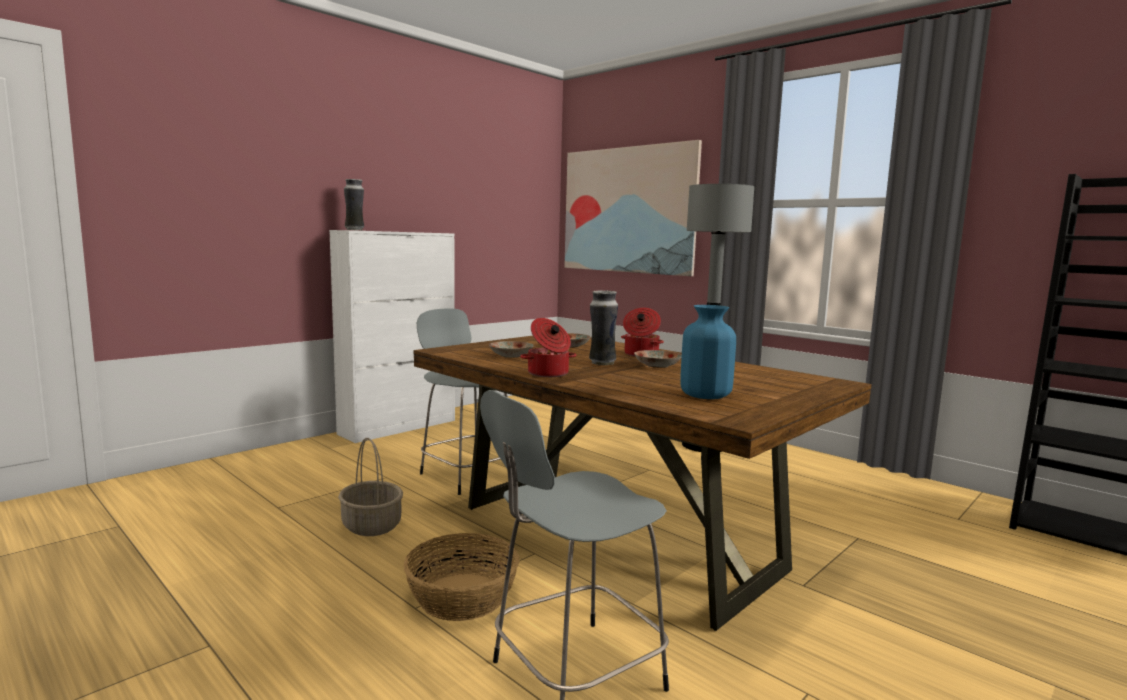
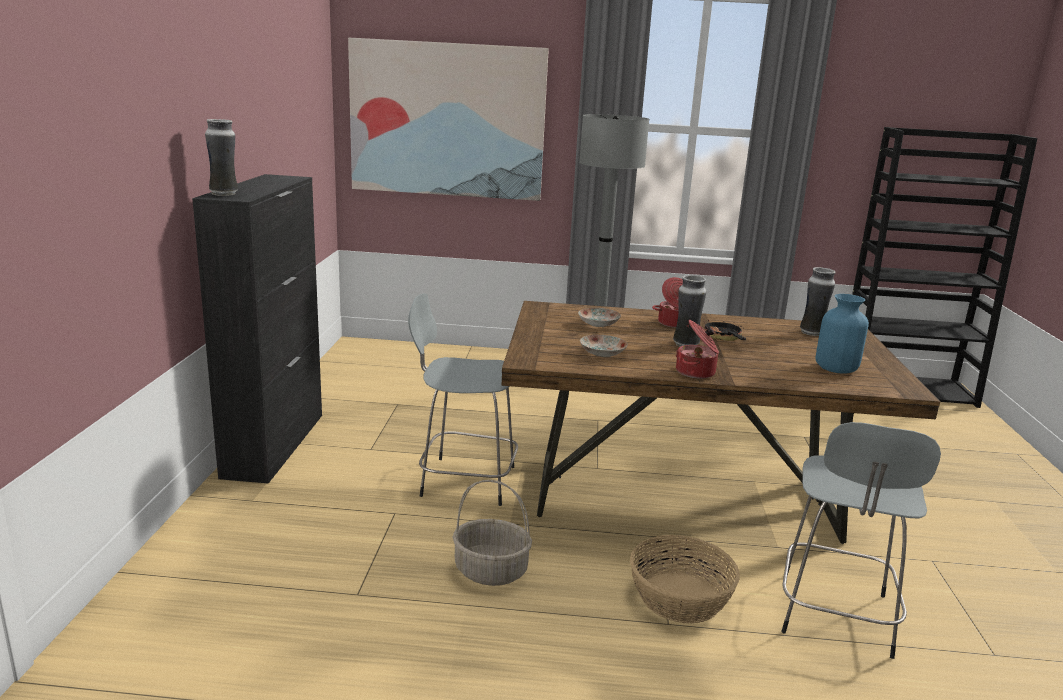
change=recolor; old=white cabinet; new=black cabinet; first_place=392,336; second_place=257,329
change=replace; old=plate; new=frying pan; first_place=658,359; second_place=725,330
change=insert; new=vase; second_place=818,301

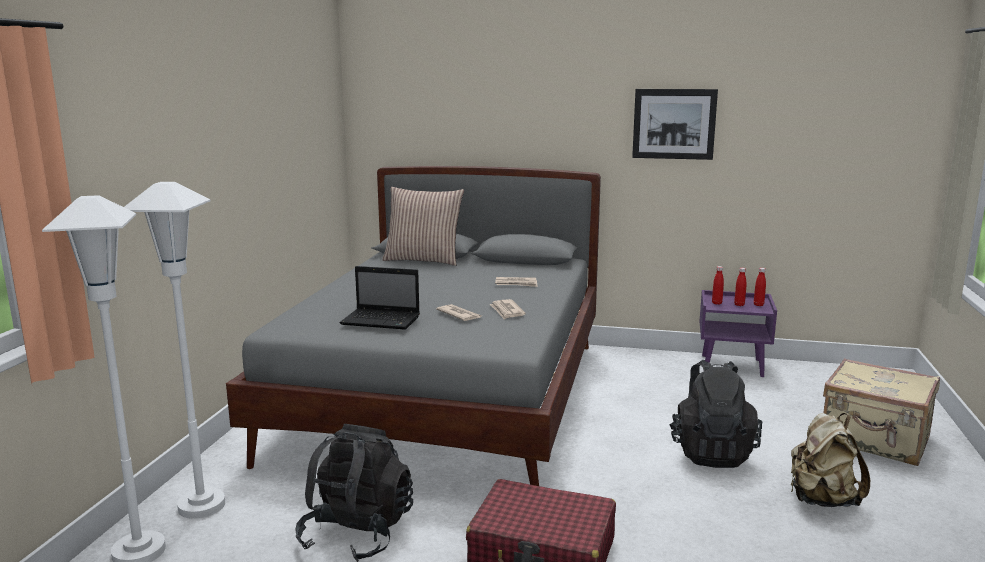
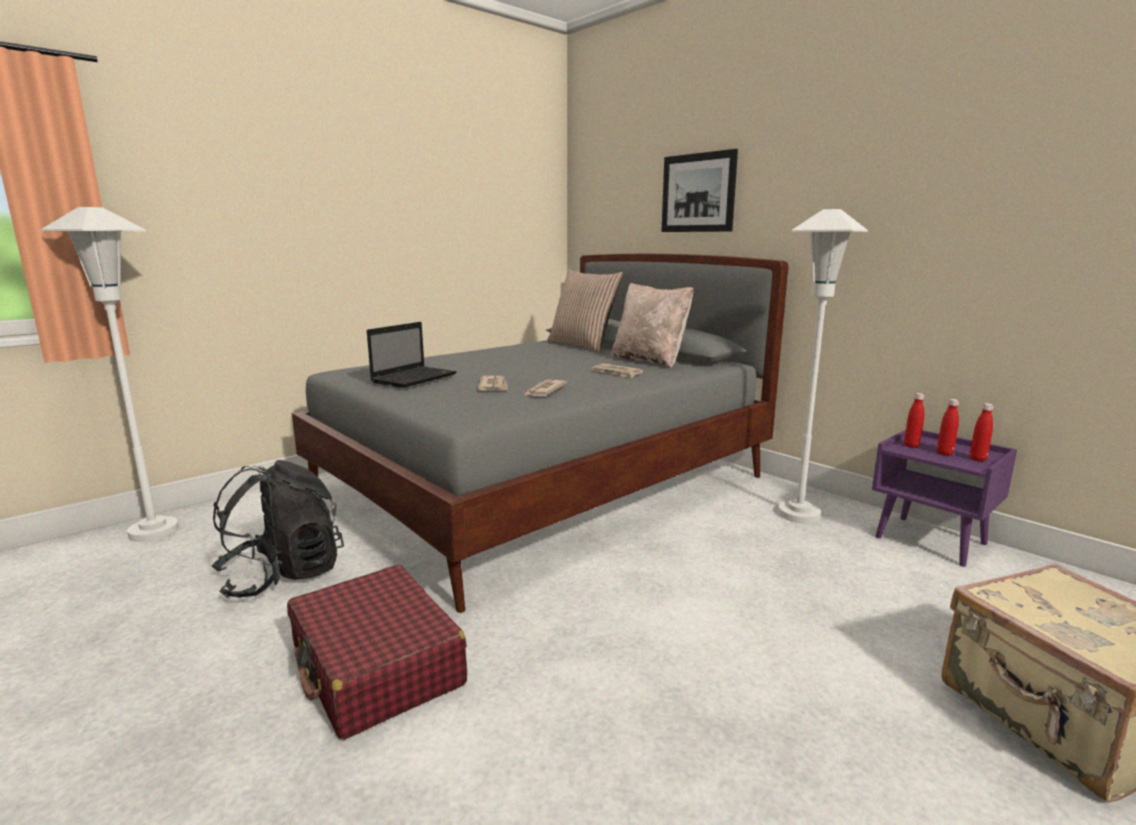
change=move; old=picture; first_place=675,124; second_place=699,190
change=move; old=white floor lamp; first_place=174,350; second_place=823,366
change=rotate; old=laptop; first_place=380,298; second_place=412,355; degrees=-105
change=delete; old=black backpack; first_place=715,414
change=delete; old=beige backpack; first_place=830,460
change=insert; new=beige pillow; second_place=652,325

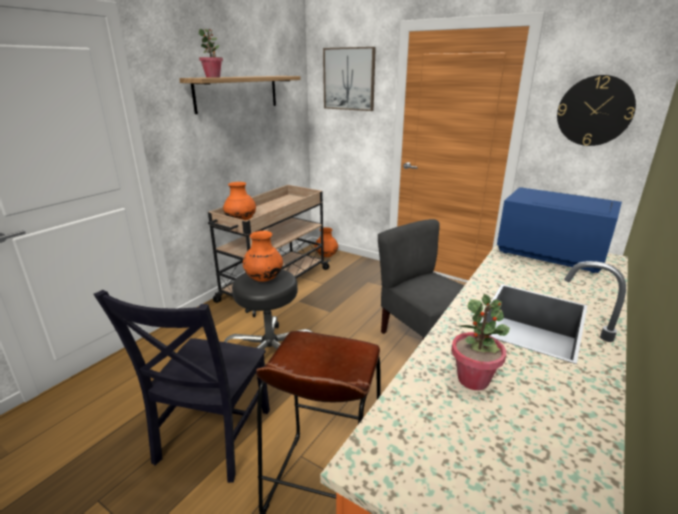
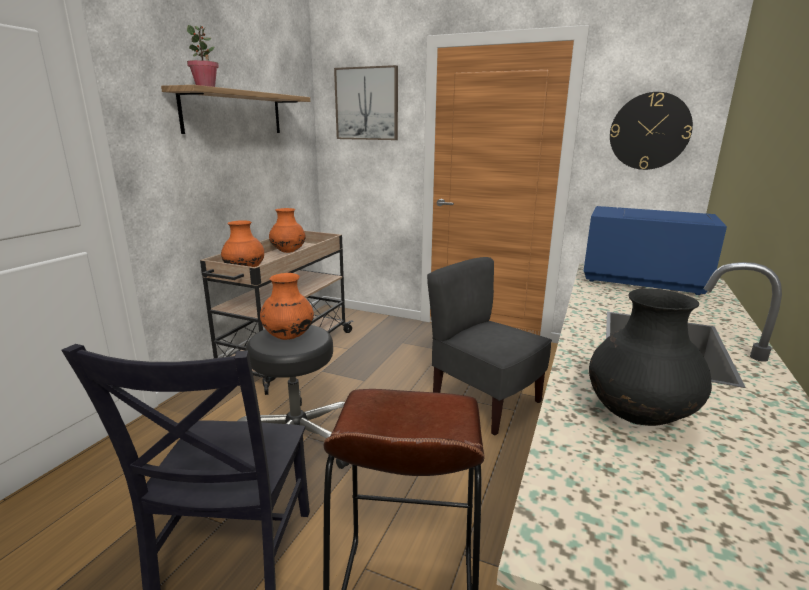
change=move; old=orange vase; first_place=326,242; second_place=287,230
change=replace; old=potted plant; new=black vase; first_place=480,342; second_place=650,357

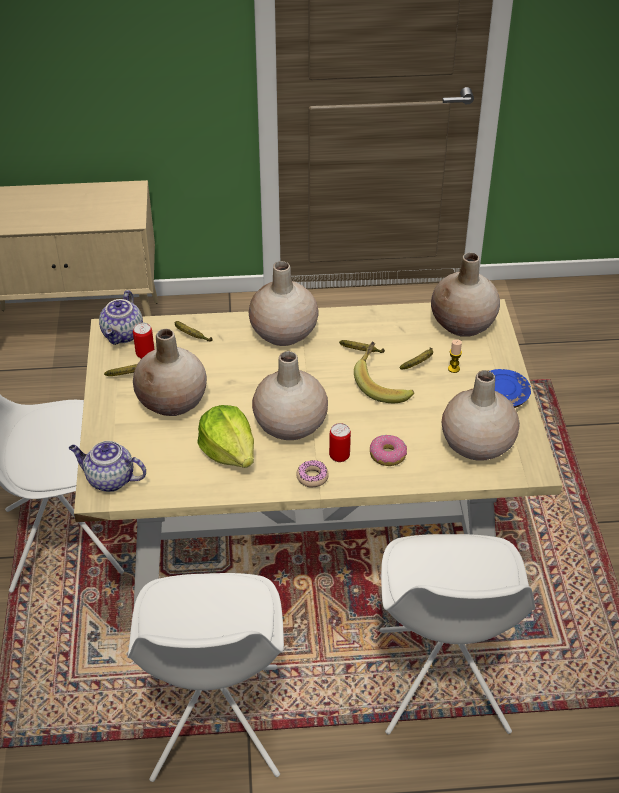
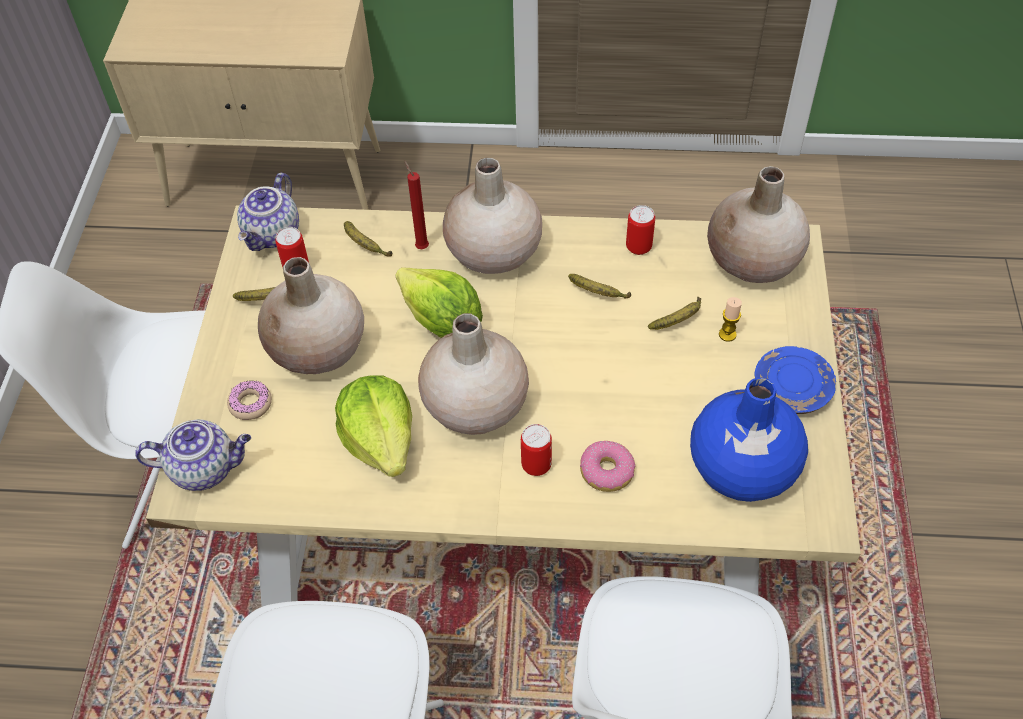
change=delete; old=banana; first_place=384,372
change=recolor; old=beige vase; new=blue vase; first_place=481,415; second_place=749,439
change=rotate; old=teapot; first_place=107,466; second_place=193,455; degrees=150
change=move; old=donut; first_place=312,474; second_place=249,400
change=insert; new=red candle; second_place=416,205
change=insert; new=can; second_place=640,230
change=insert; new=lettuce; second_place=439,302

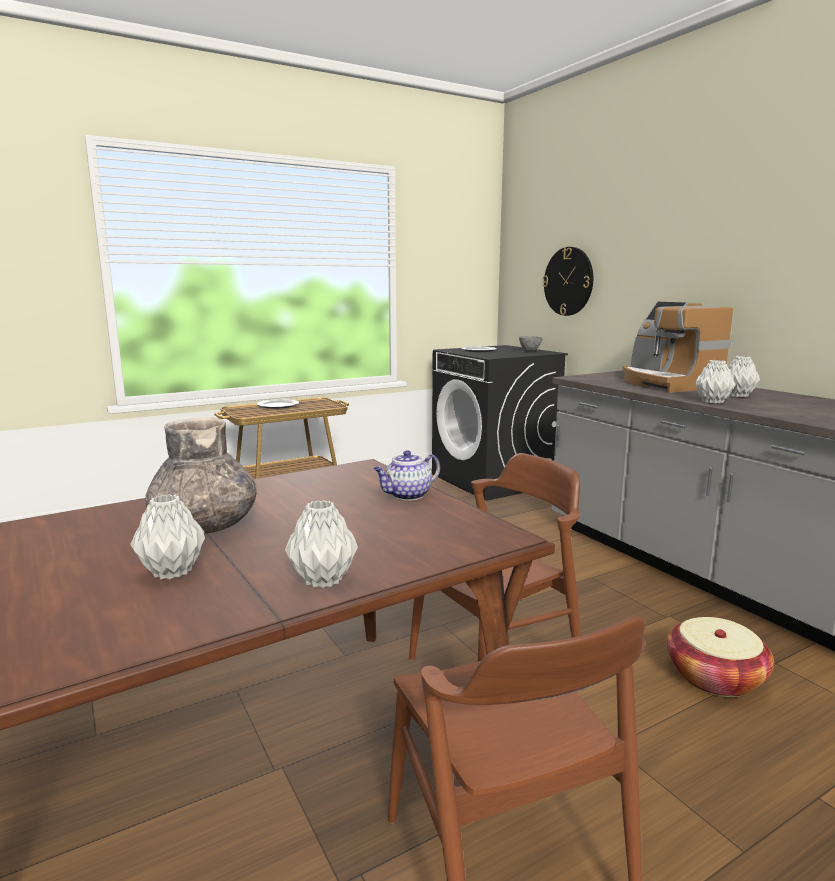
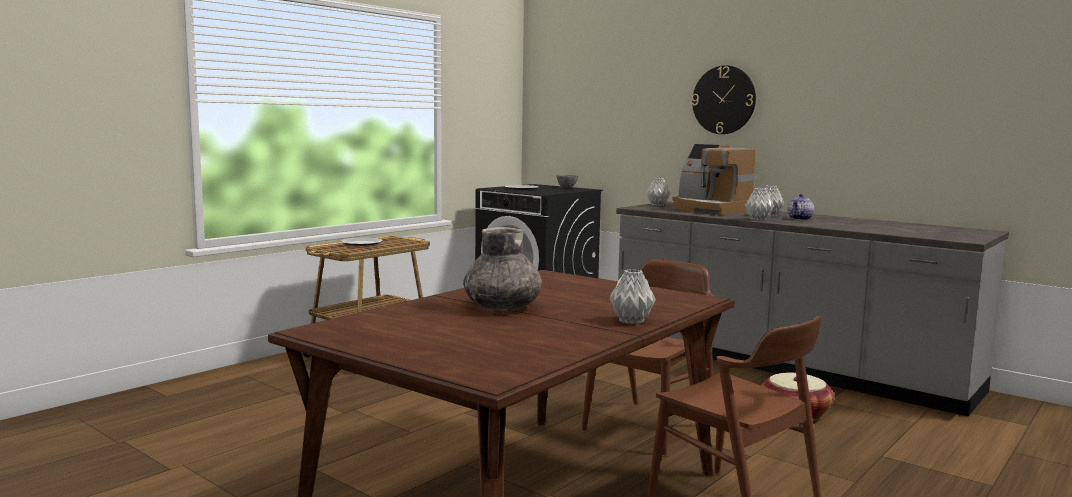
change=move; old=wall clock; first_place=567,281; second_place=724,99
change=move; old=teapot; first_place=406,475; second_place=800,207
change=move; old=grey vase; first_place=167,536; second_place=658,192

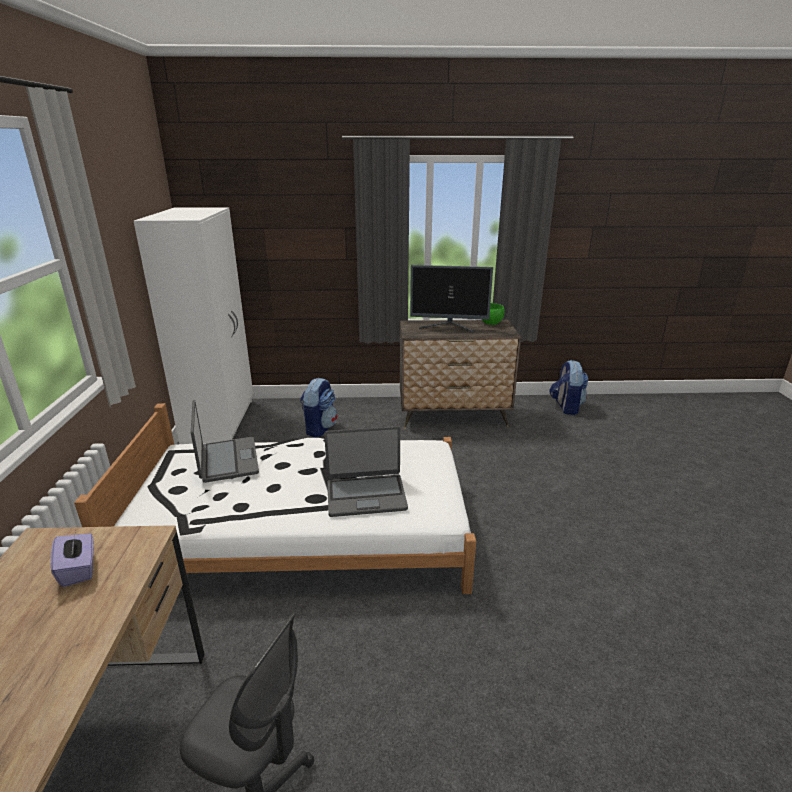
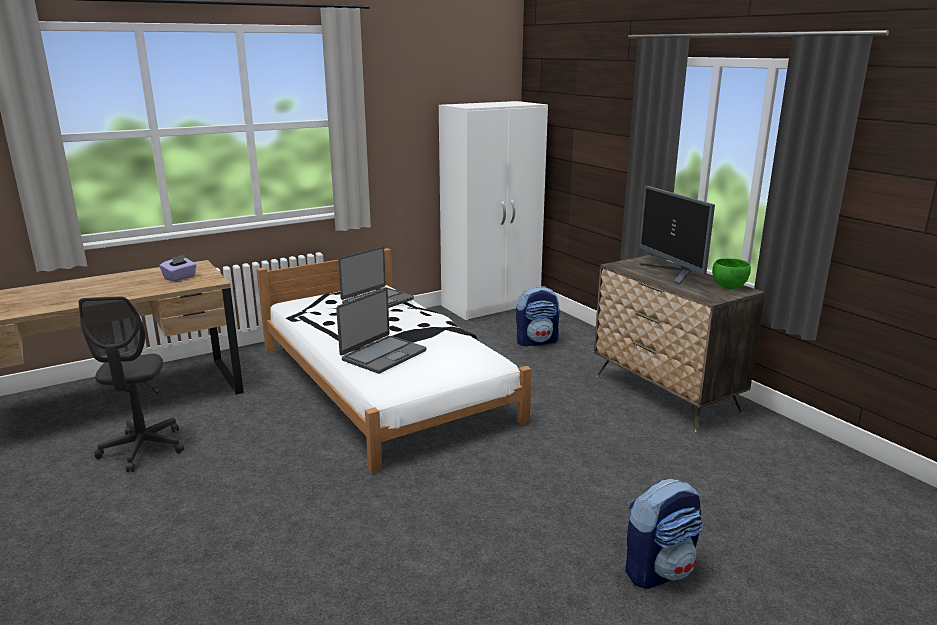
change=move; old=backpack; first_place=568,387; second_place=664,534
change=rotate; old=laptop; first_place=366,471; second_place=381,331; degrees=-105

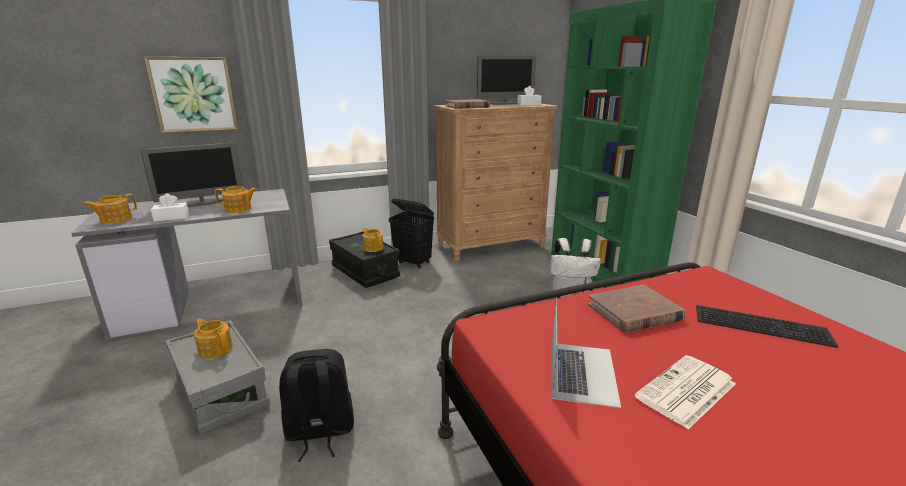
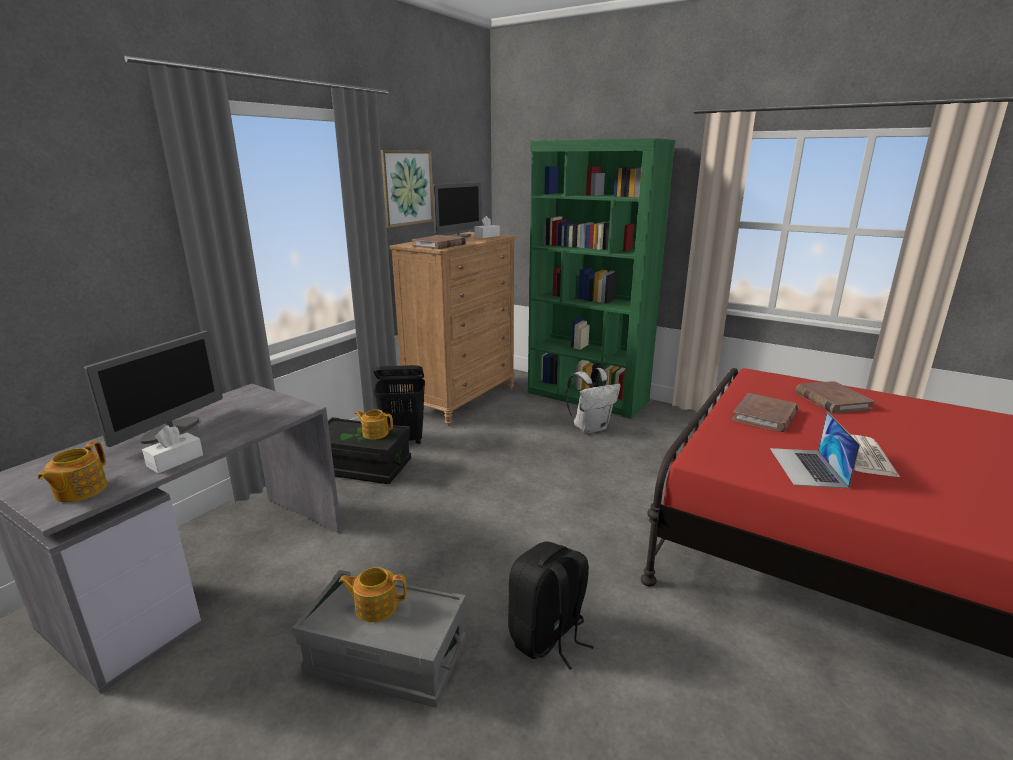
change=move; old=picture; first_place=191,95; second_place=407,189
change=delete; old=teapot; first_place=236,199
change=rotate; old=laptop; first_place=586,352; second_place=815,450; degrees=-150
change=replace; old=keyboard; new=brown book; first_place=767,326; second_place=835,397

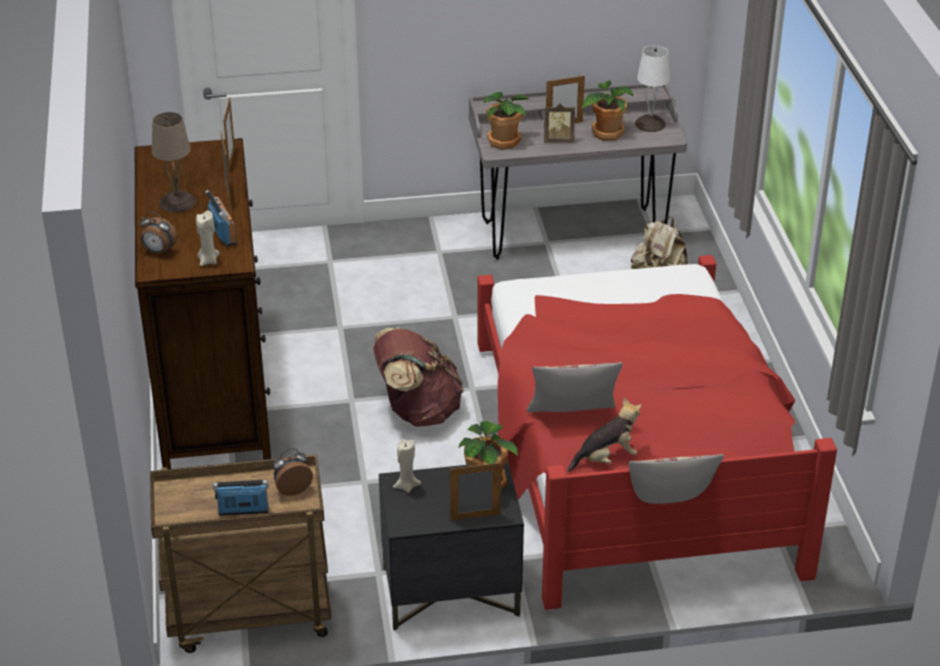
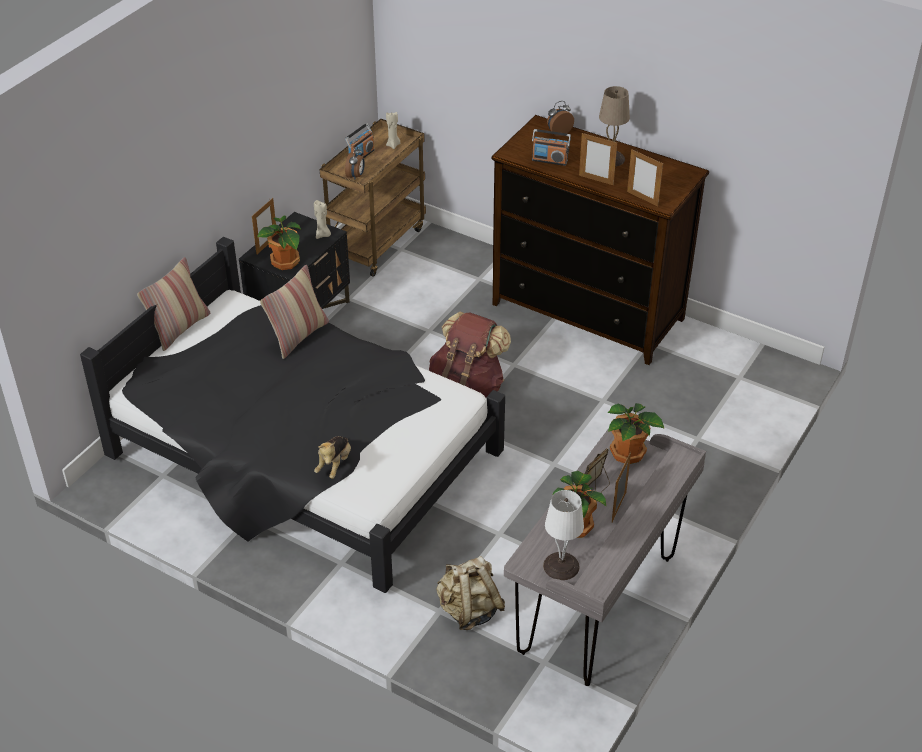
change=move; old=beige candle; first_place=208,238; second_place=393,130
change=recolor; old=red bed; new=black bed; first_place=657,432; second_place=292,415
change=move; old=plush toy; first_place=604,435; second_place=332,457

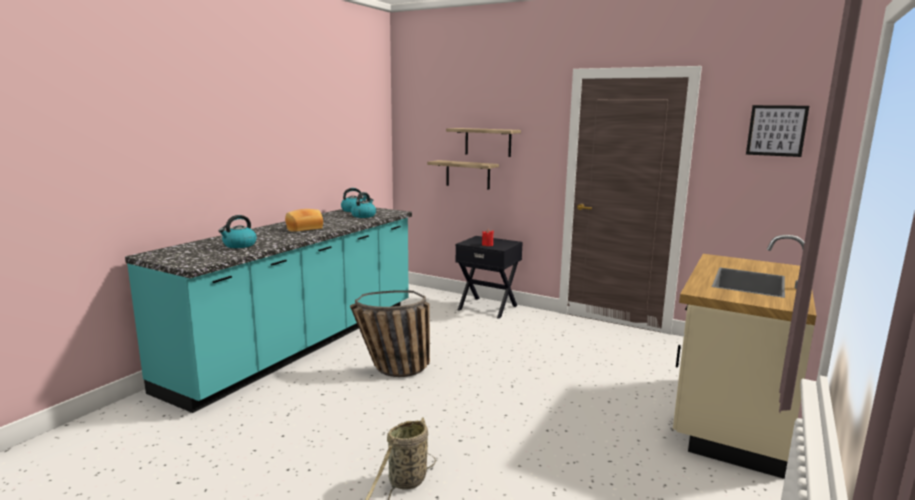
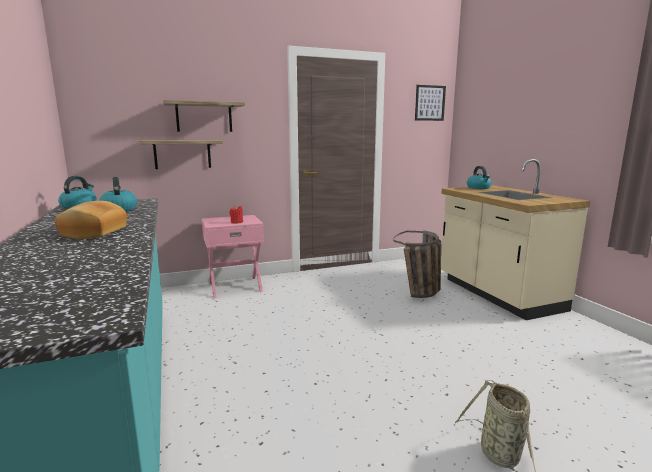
change=move; old=kettle; first_place=238,231; second_place=479,177
change=recolor; old=black nightstand; new=pink nightstand; first_place=489,277; second_place=233,256
change=move; old=basket; first_place=390,333; second_place=417,264

